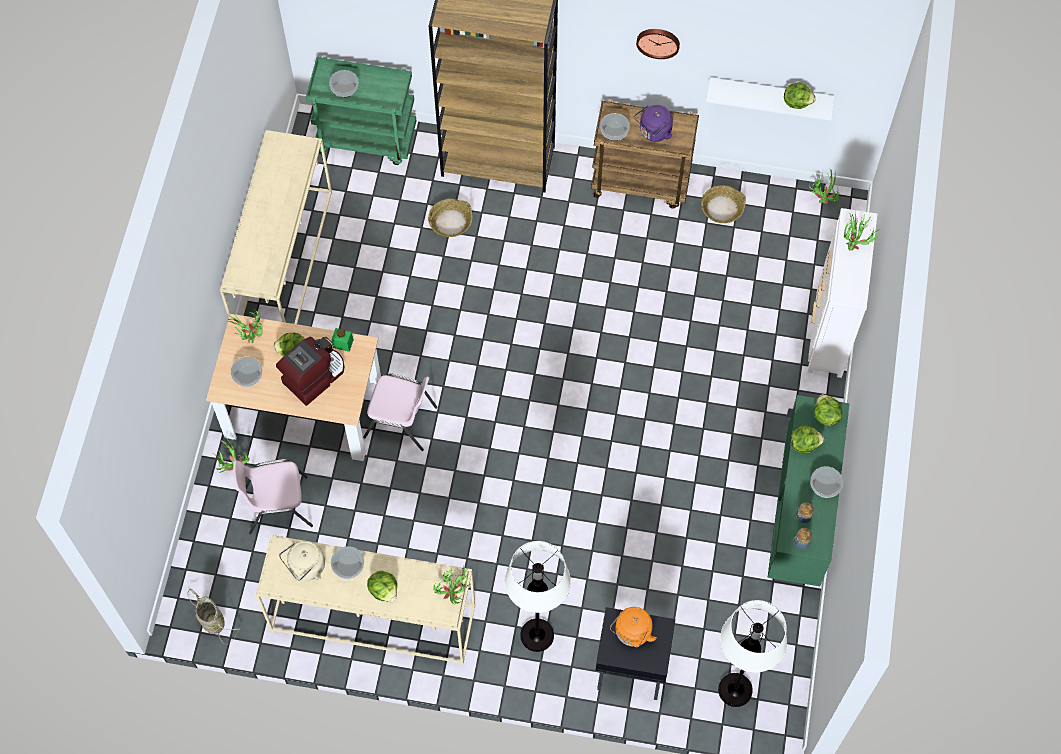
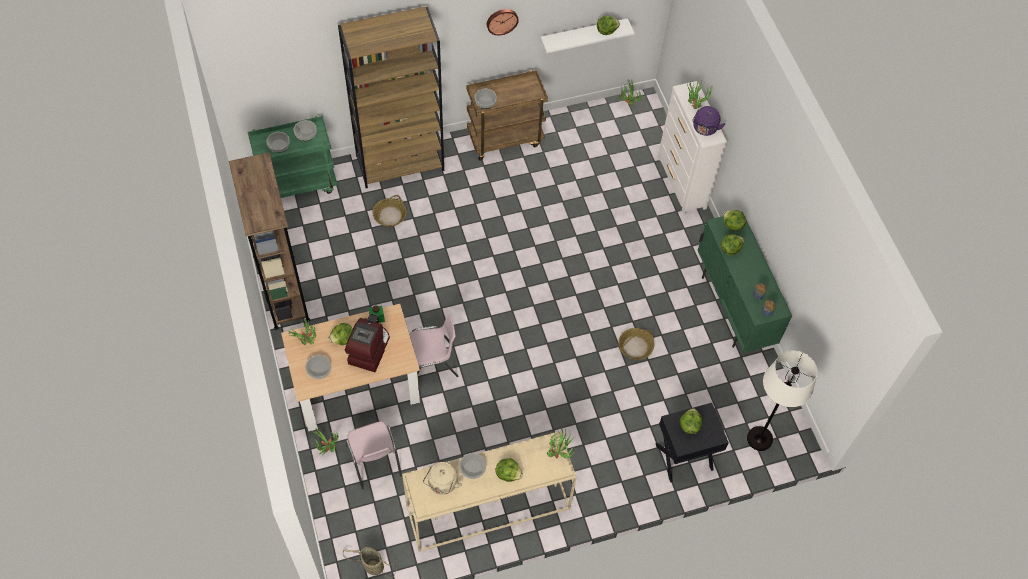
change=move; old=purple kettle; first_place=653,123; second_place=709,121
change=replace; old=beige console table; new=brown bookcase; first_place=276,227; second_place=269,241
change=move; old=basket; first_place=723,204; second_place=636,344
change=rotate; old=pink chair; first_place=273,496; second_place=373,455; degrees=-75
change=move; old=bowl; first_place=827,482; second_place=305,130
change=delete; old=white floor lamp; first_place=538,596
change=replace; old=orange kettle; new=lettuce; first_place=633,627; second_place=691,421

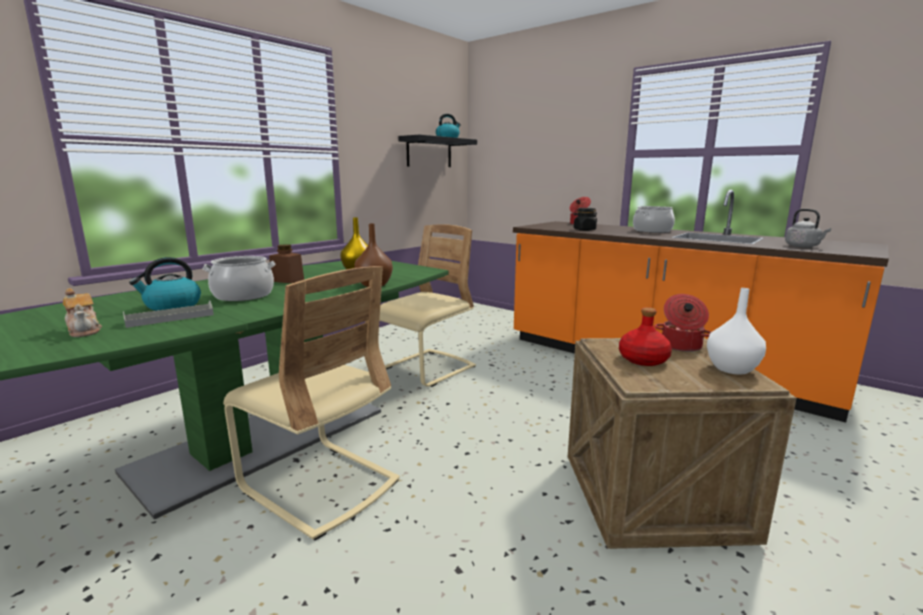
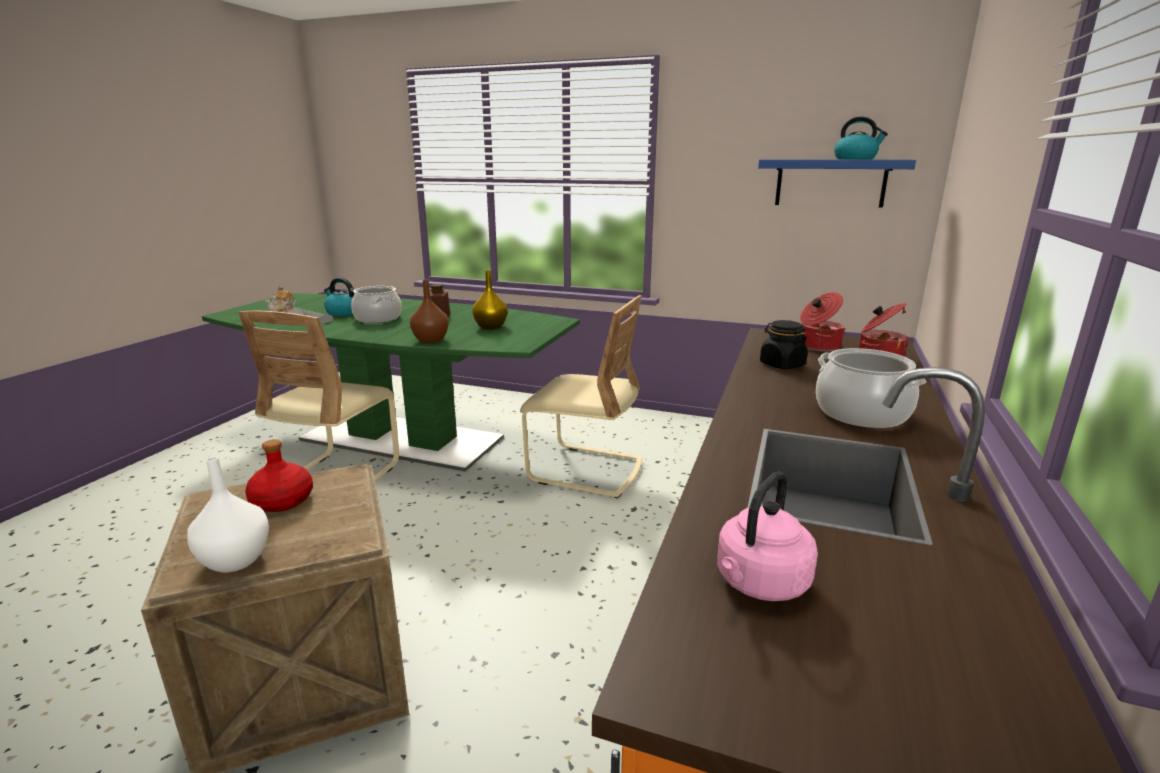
change=recolor; old=black shelf; new=blue shelf; first_place=437,151; second_place=837,183
change=recolor; old=grey kettle; new=pink kettle; first_place=808,228; second_place=767,536
change=move; old=cooking pot; first_place=683,323; second_place=822,322

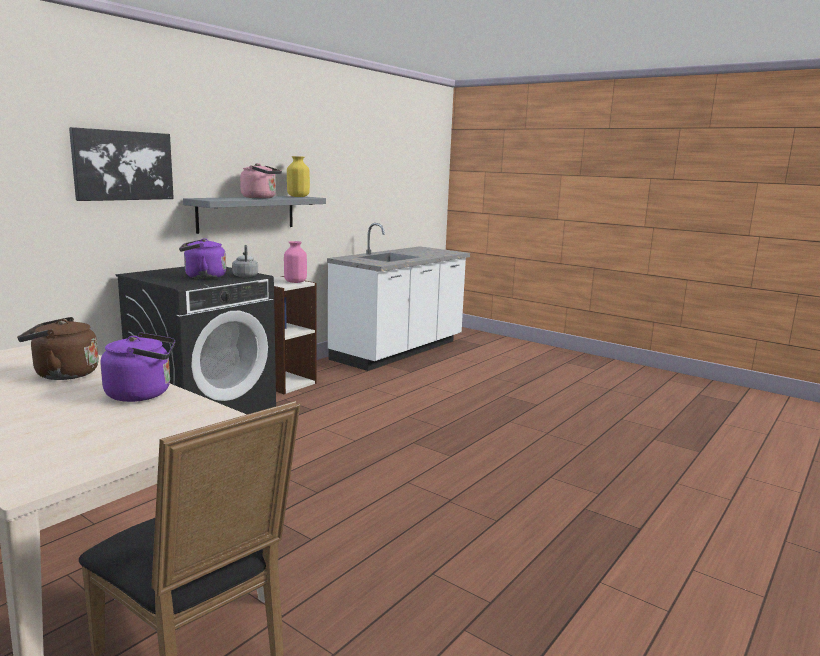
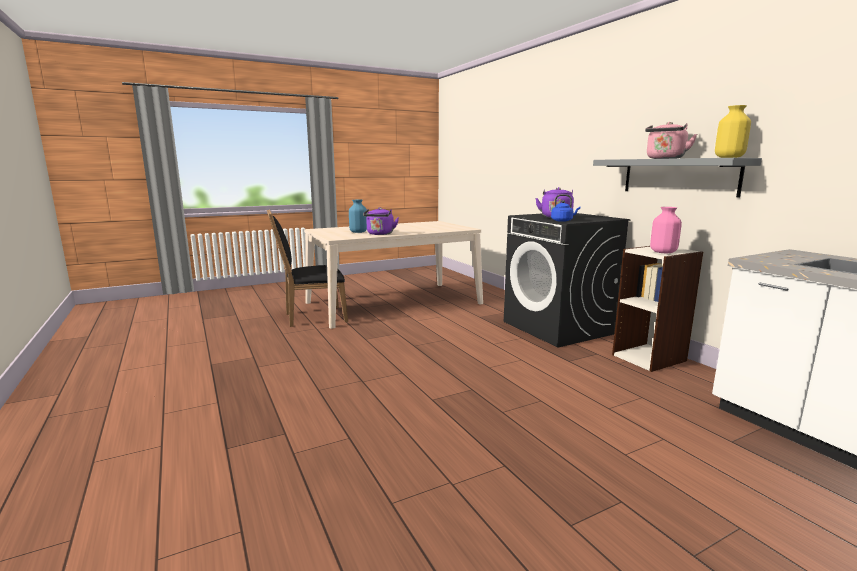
change=delete; old=picture; first_place=121,164
change=recolor; old=grey kettle; new=blue kettle; first_place=245,261; second_place=565,208
change=delete; old=brown kettle; first_place=58,348
change=insert; new=blue vase; second_place=358,216

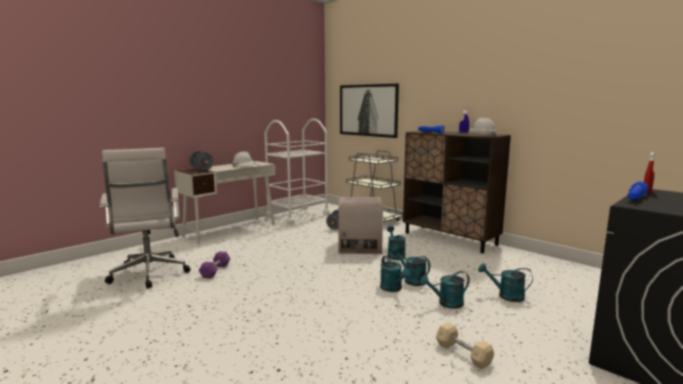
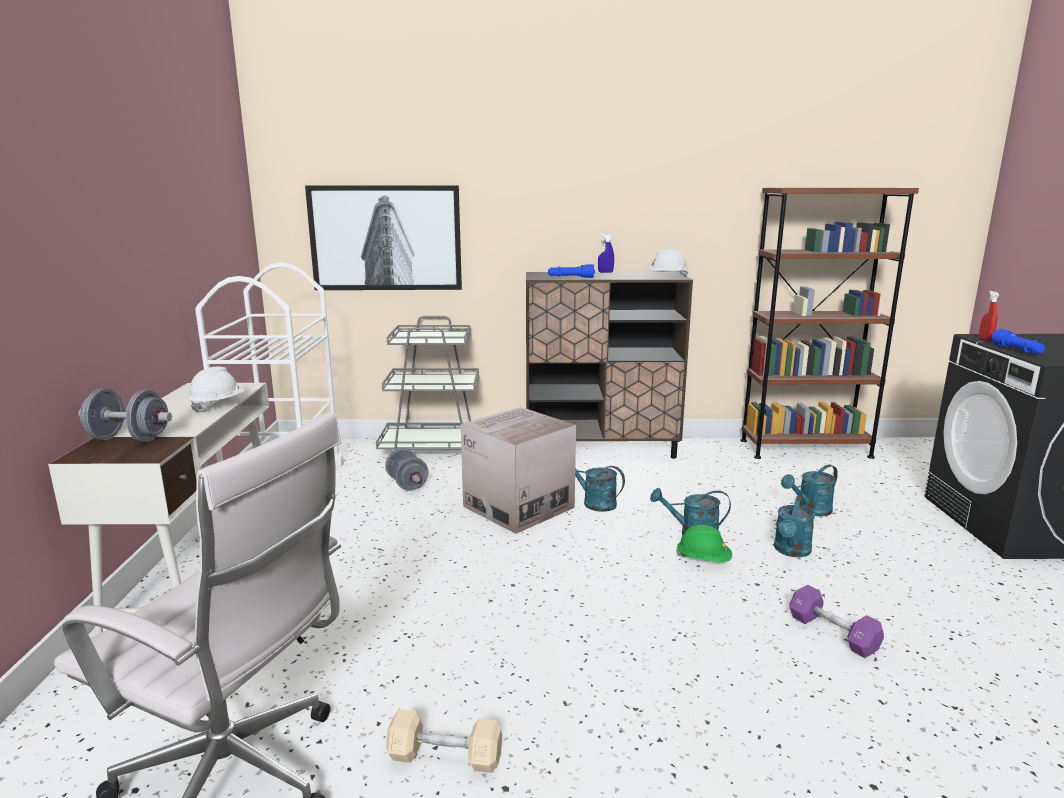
change=move; old=purple dumbbell; first_place=214,265; second_place=836,621
change=replace; old=turquoise watering can; new=green hard hat; first_place=395,274; second_place=704,543
change=move; old=beige dumbbell; first_place=465,345; second_place=444,741
change=insert; new=brown bookcase; second_place=829,323

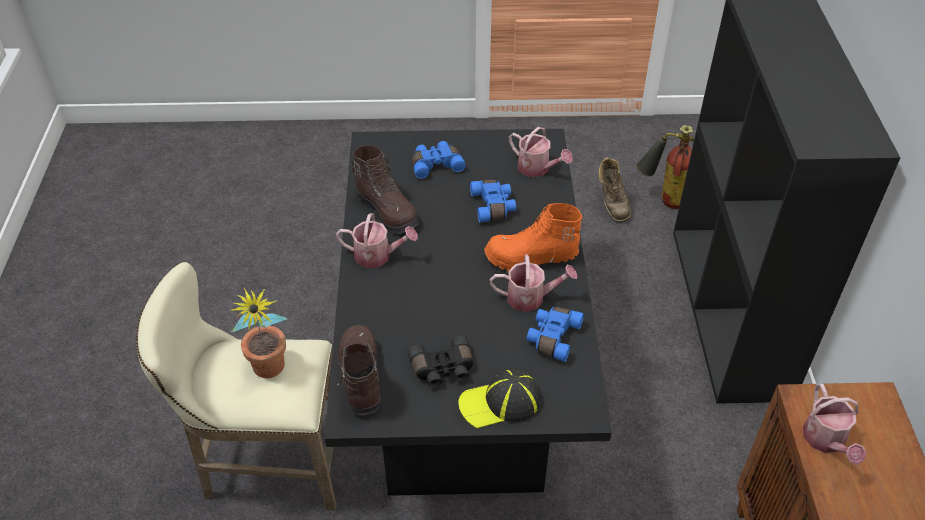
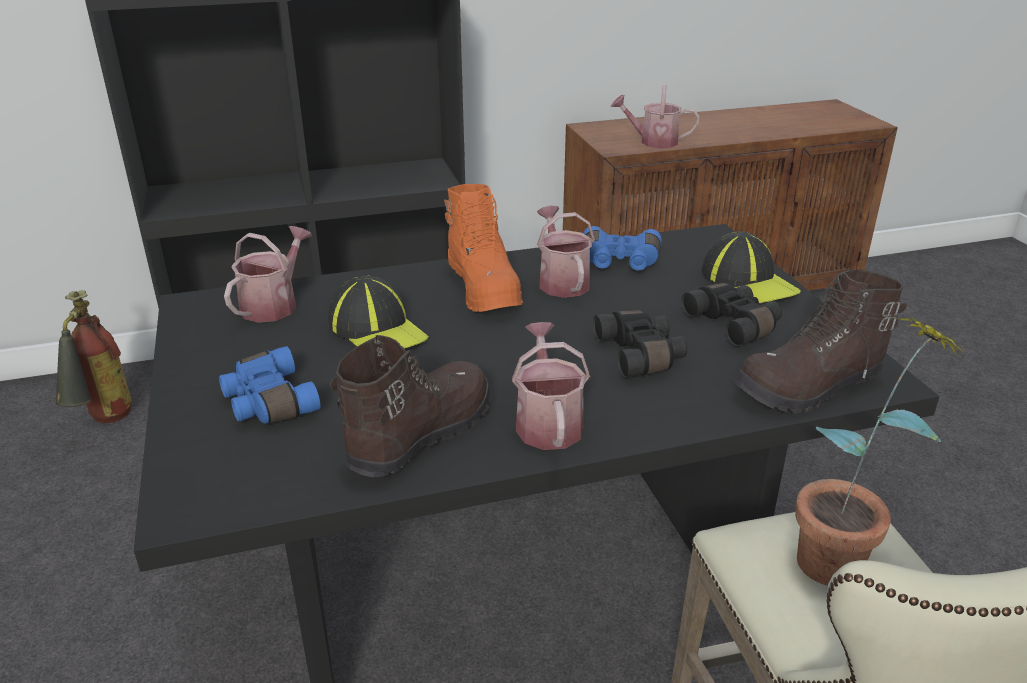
change=delete; old=brown boot; first_place=615,190
change=replace; old=blue binoculars; new=cap; first_place=493,201; second_place=378,312
change=rotate; old=watering can; first_place=834,424; second_place=655,116; degrees=-150
change=insert; new=black binoculars; second_place=640,344

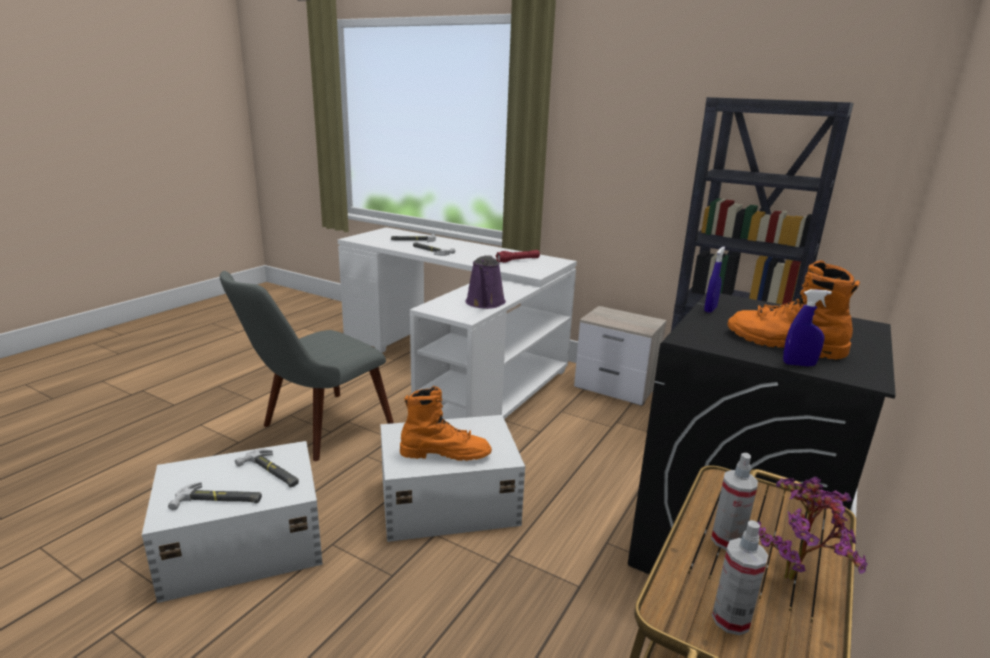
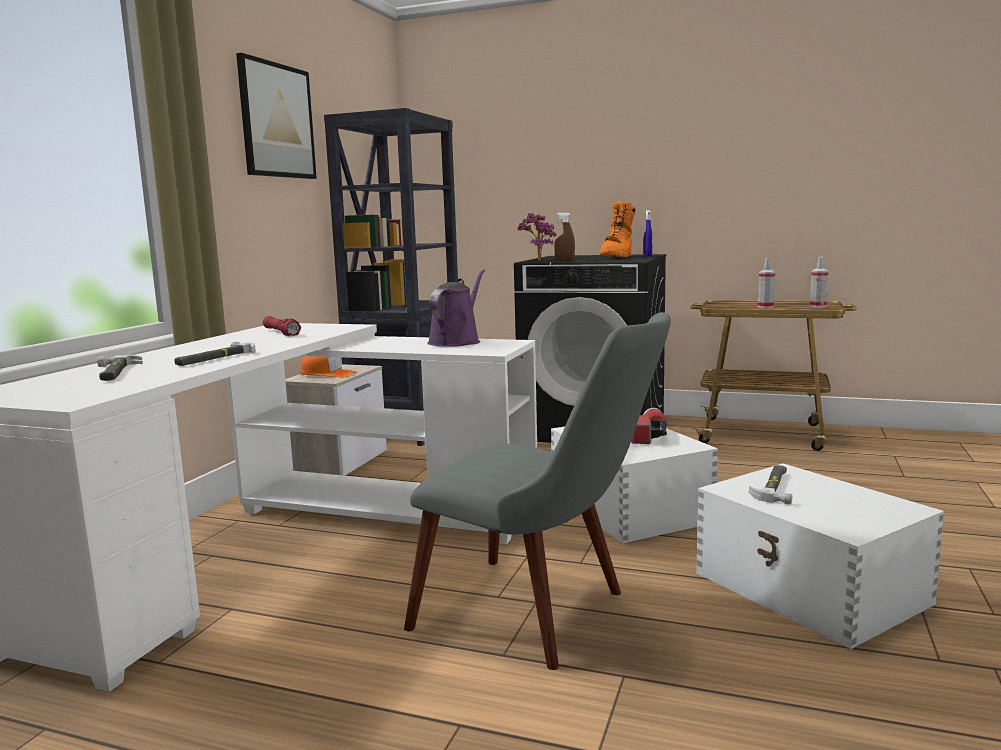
change=recolor; old=blue spray bottle; new=brown spray bottle; first_place=714,279; second_place=564,236
change=rotate; old=purple watering can; first_place=486,282; second_place=456,308; degrees=-60
change=replace; old=orange boot; new=flashlight; first_place=446,423; second_place=649,426
change=move; old=potted plant; first_place=812,528; second_place=537,237
change=delete; old=hammer; first_place=215,496
change=insert; new=picture; second_place=276,116
change=insert; new=orange cap; second_place=328,367

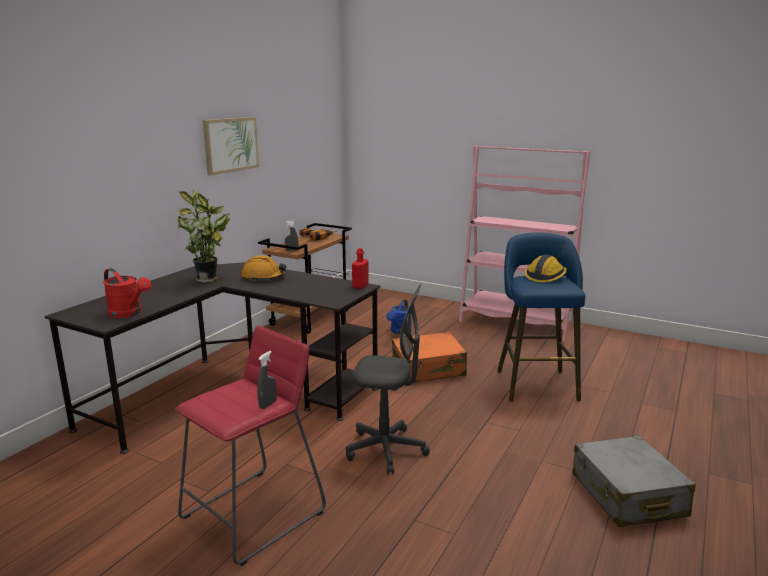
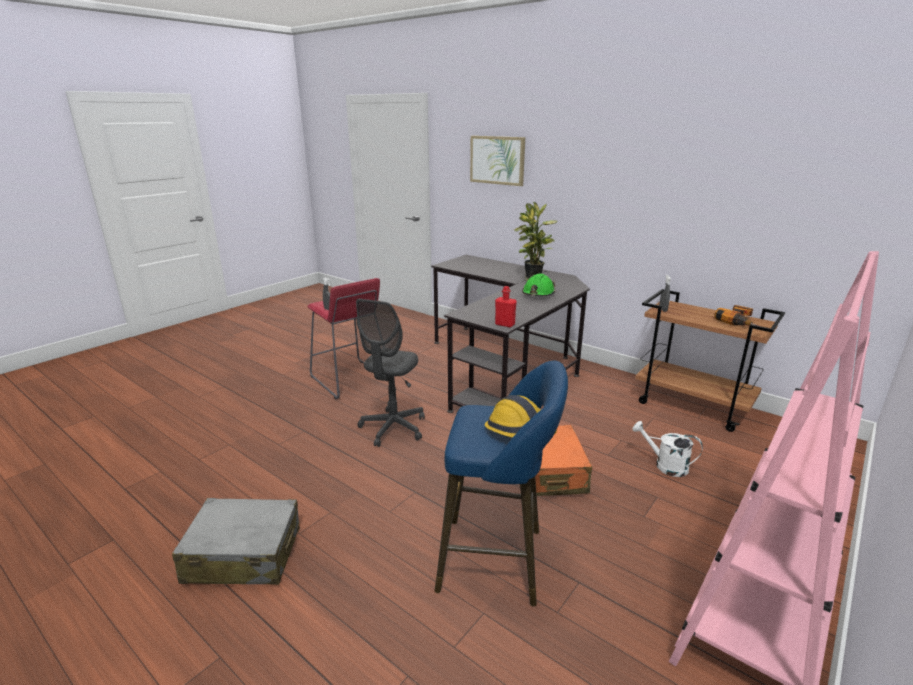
change=move; old=picture; first_place=231,146; second_place=497,161
change=recolor; old=orange hard hat; new=green hard hat; first_place=263,268; second_place=538,284
change=delete; old=red watering can; first_place=127,293
change=recolor; old=blue watering can; new=white watering can; first_place=399,317; second_place=667,449

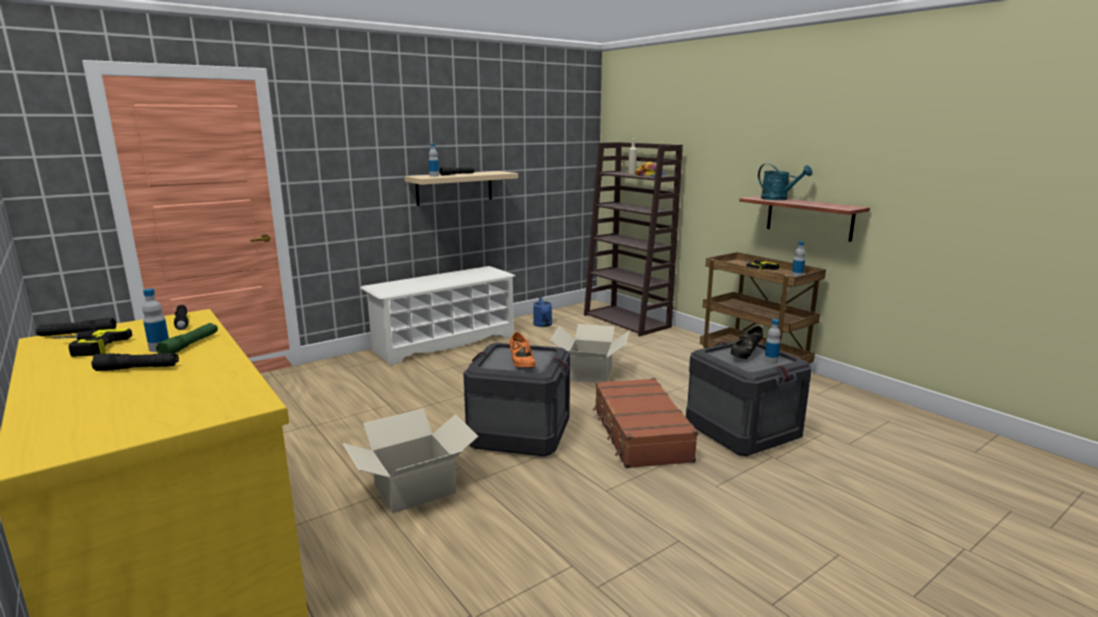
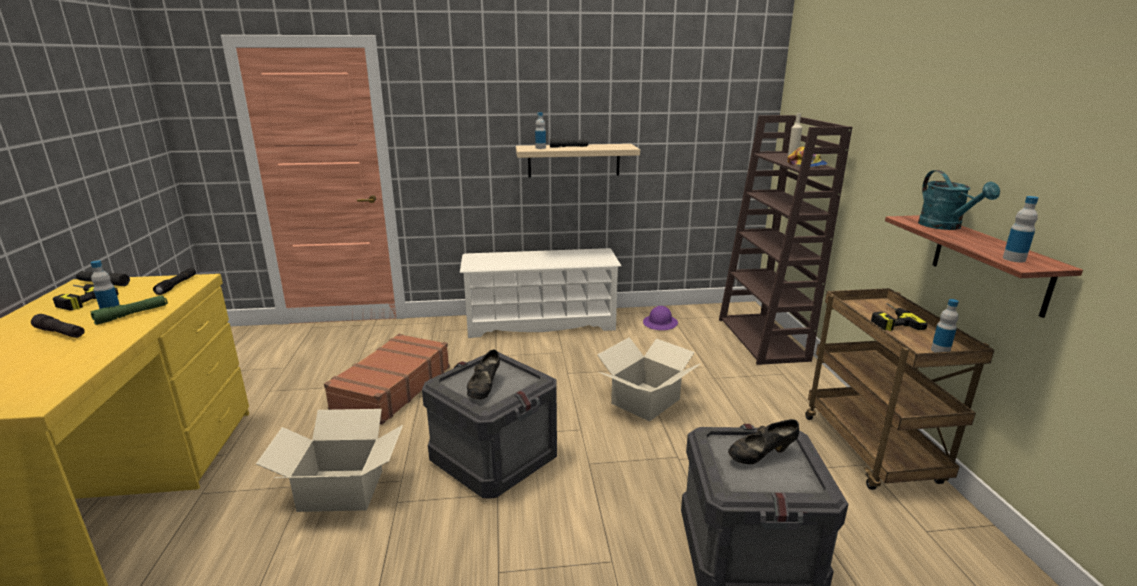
change=replace; old=blue watering can; new=purple hard hat; first_place=542,311; second_place=660,318
change=move; old=bottle; first_place=772,341; second_place=1020,229
change=recolor; old=orange shoe; new=black shoe; first_place=522,350; second_place=483,374
change=move; old=brown suitcase; first_place=645,423; second_place=387,379

